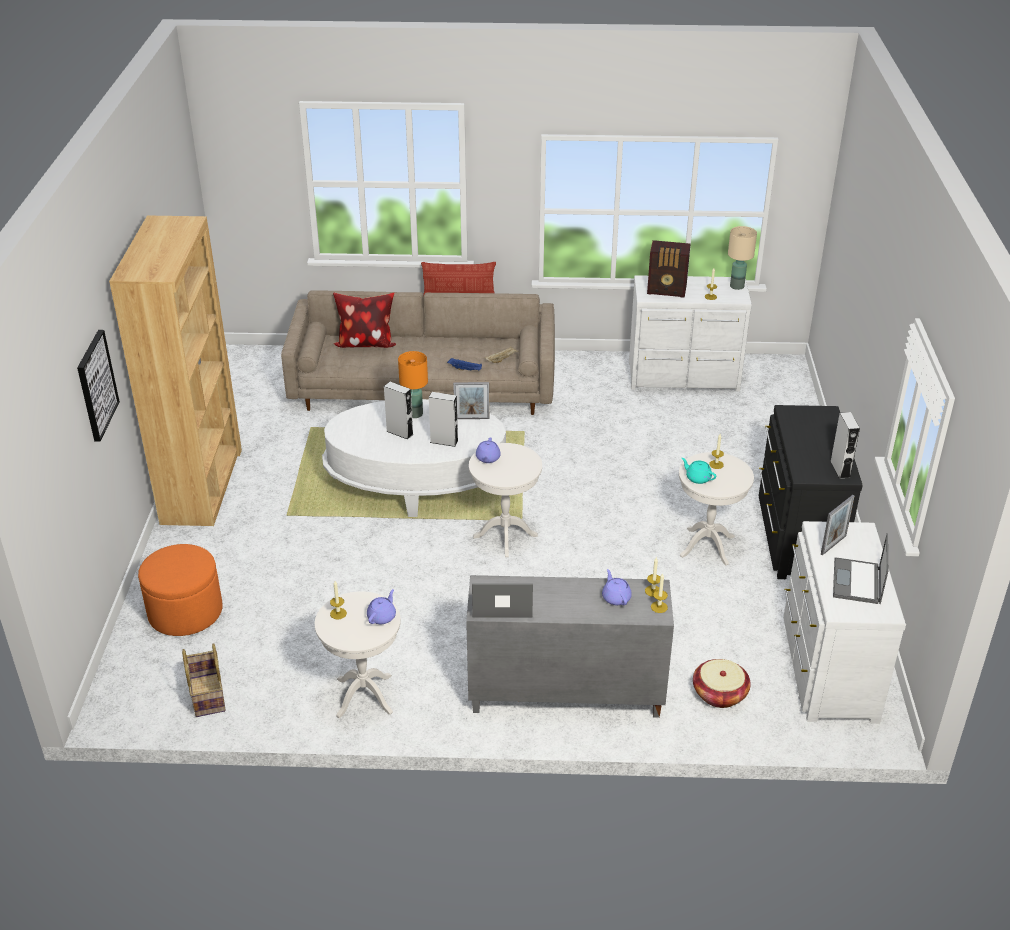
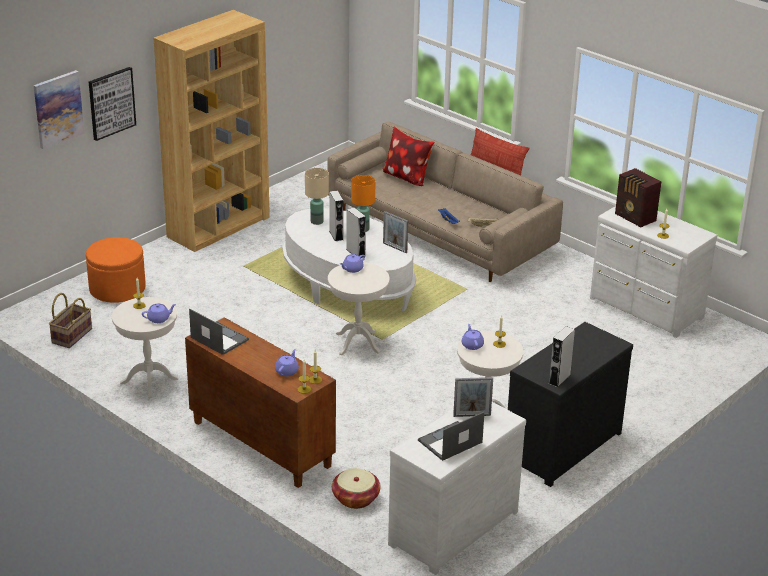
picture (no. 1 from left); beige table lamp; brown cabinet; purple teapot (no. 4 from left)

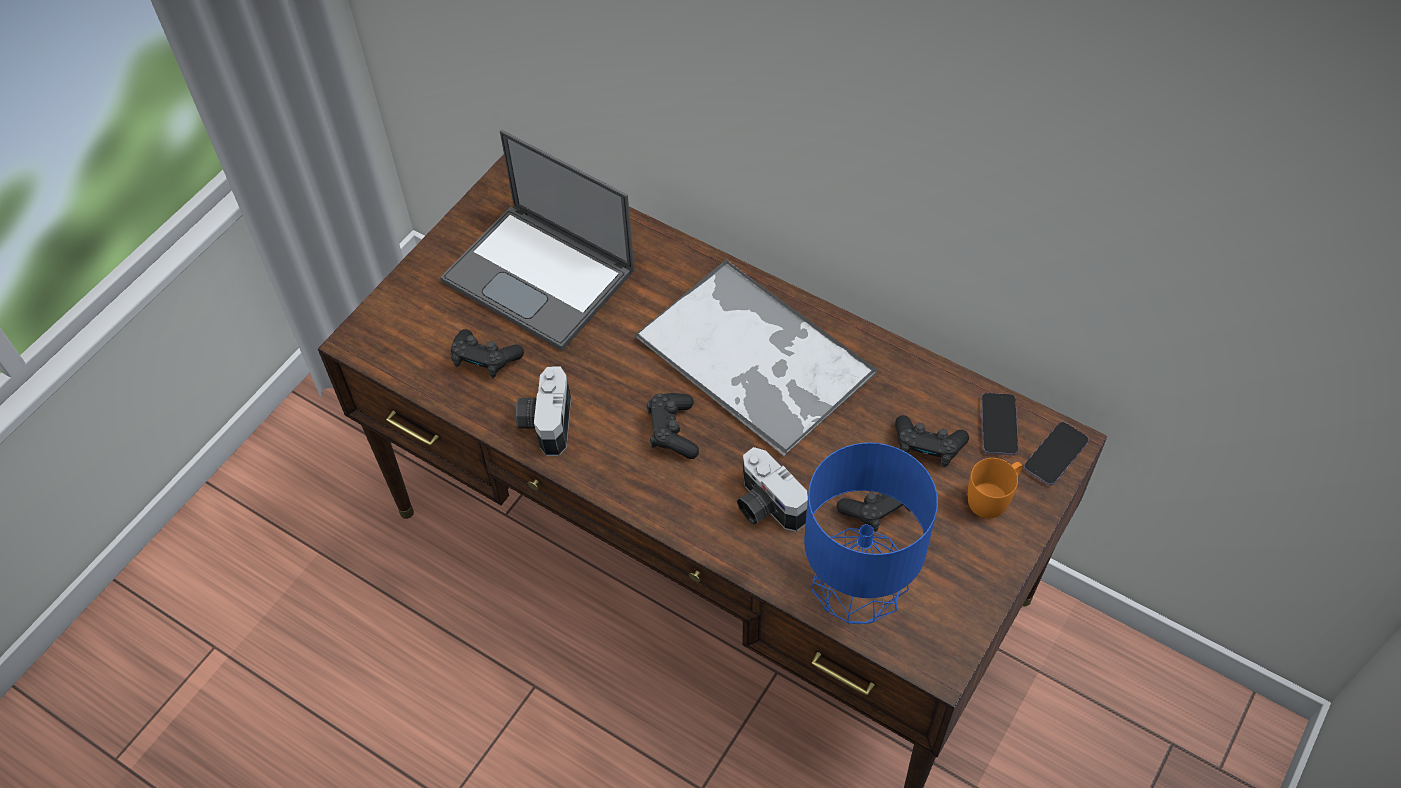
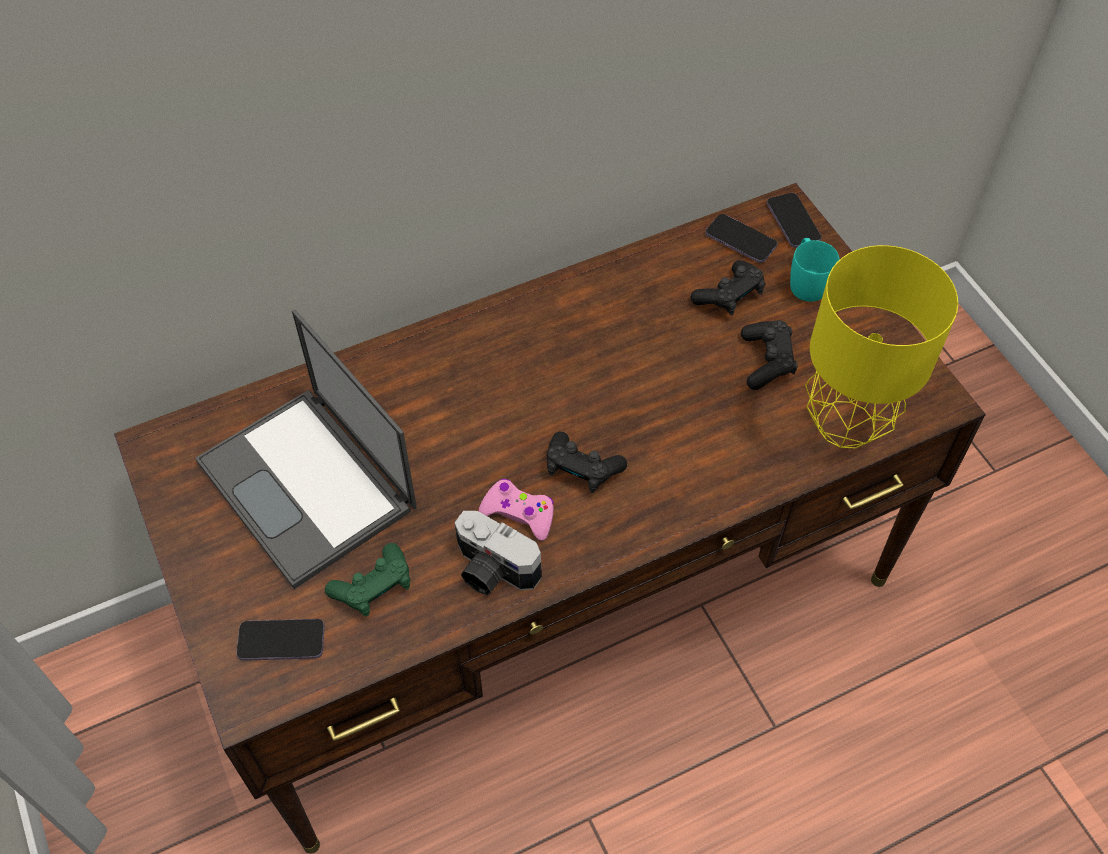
tray; photo camera (no. 2 from left in the first image); phone (no. 1 from left); pink game controller; green game controller; yellow table lamp; turquoise mug; laptop

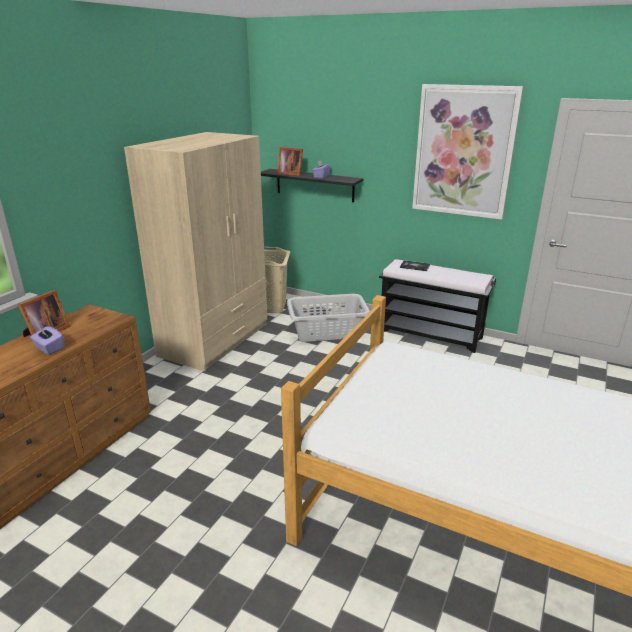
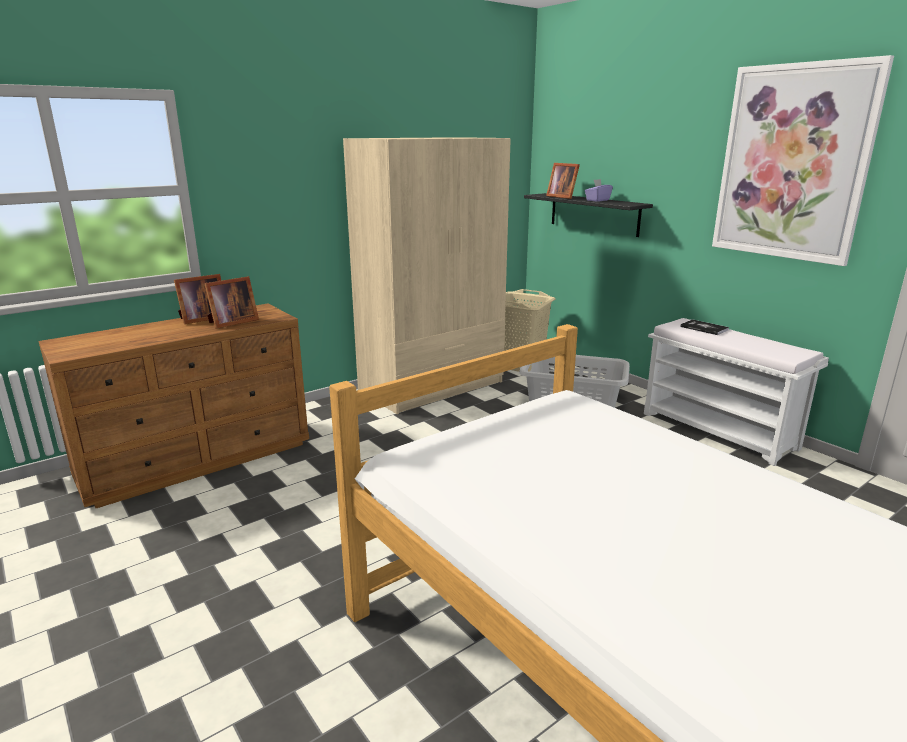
purple tissue box (no. 1 from left in the first image); picture frame (no. 2 from left); white bench

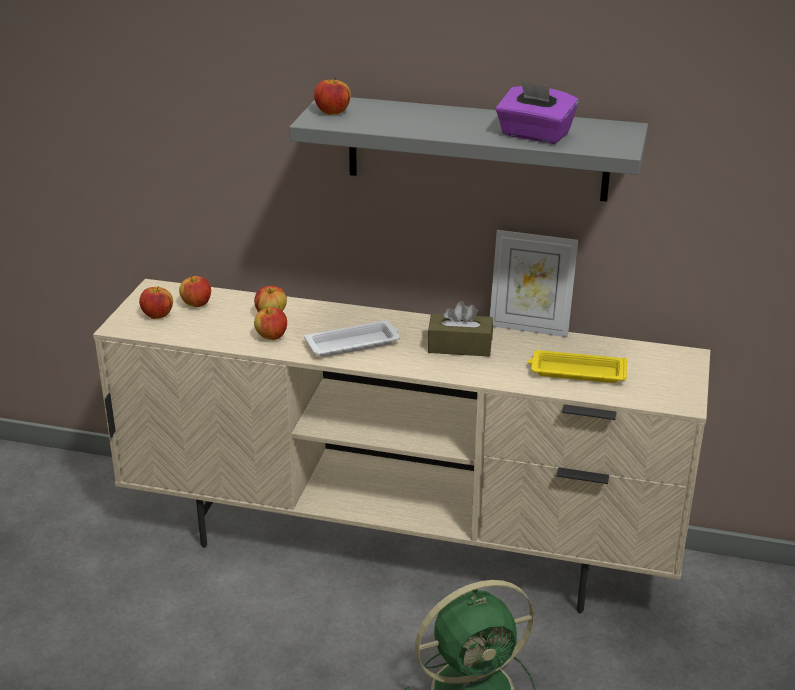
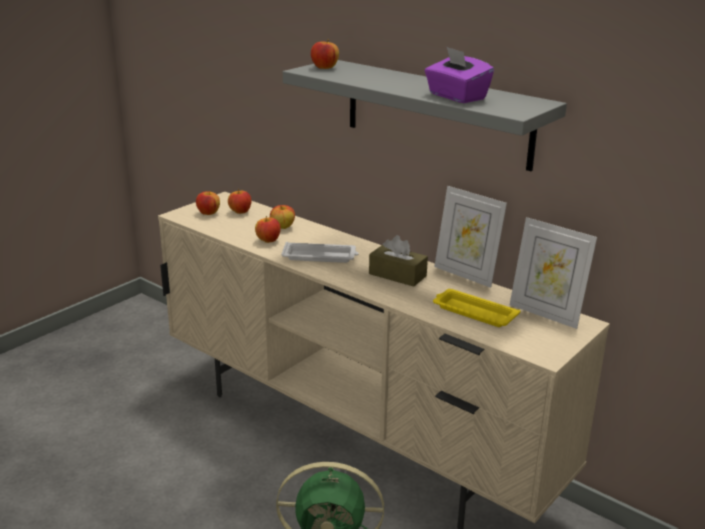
picture frame (no. 2 from left)

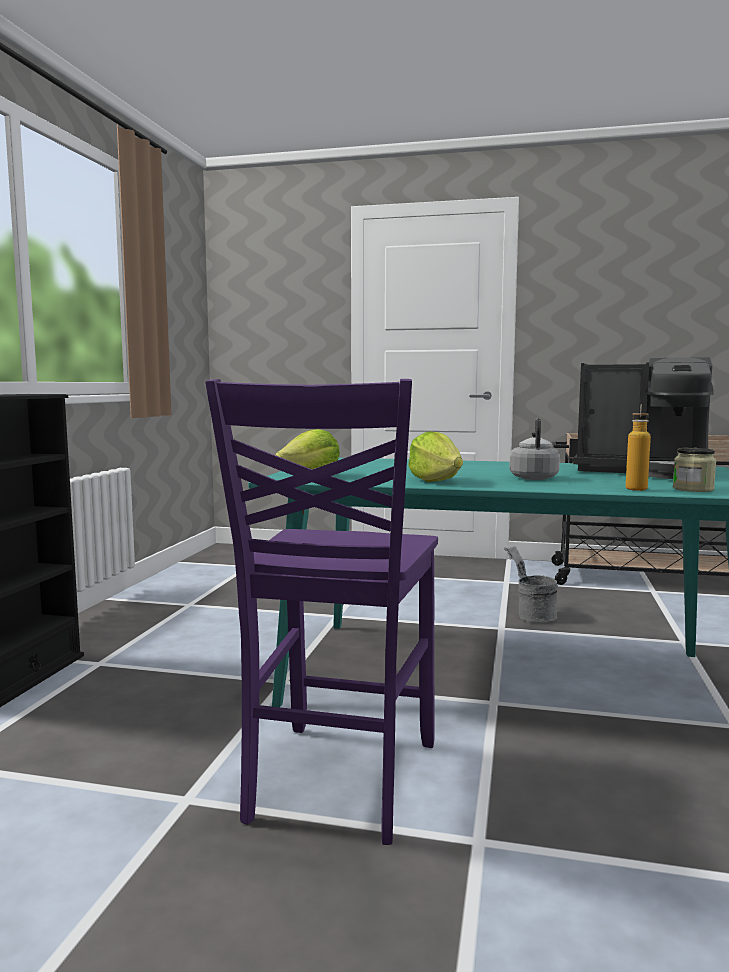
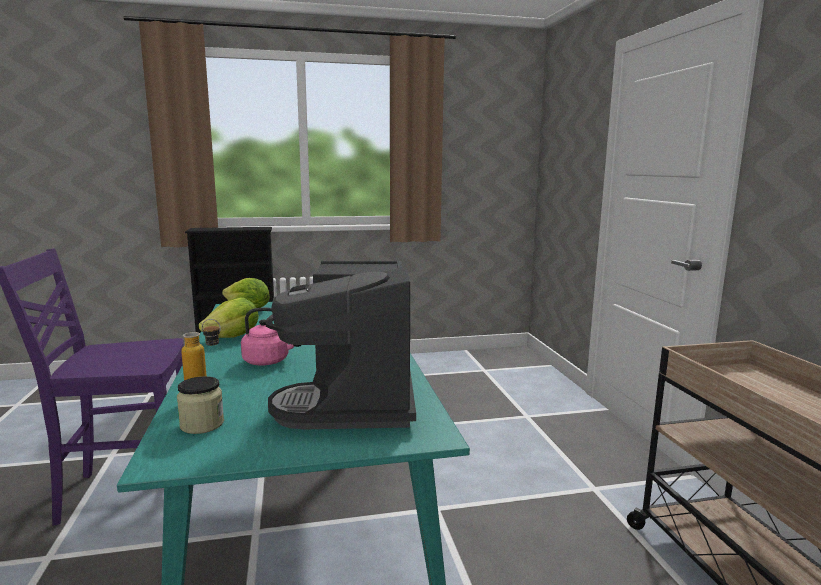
grey bucket; pink kettle

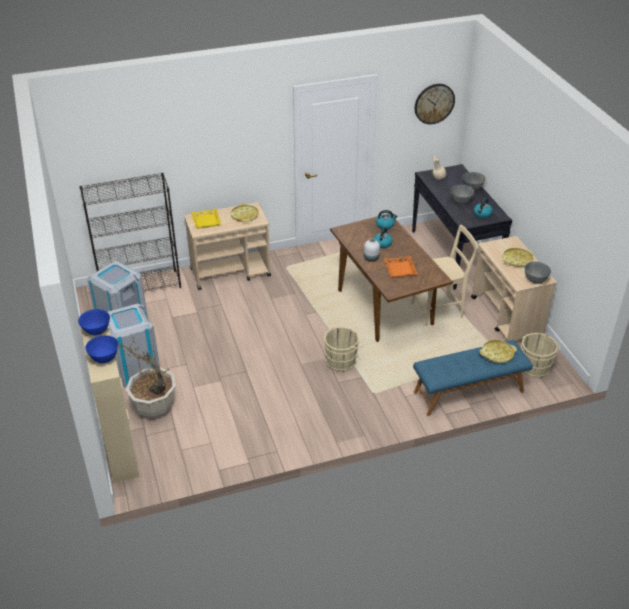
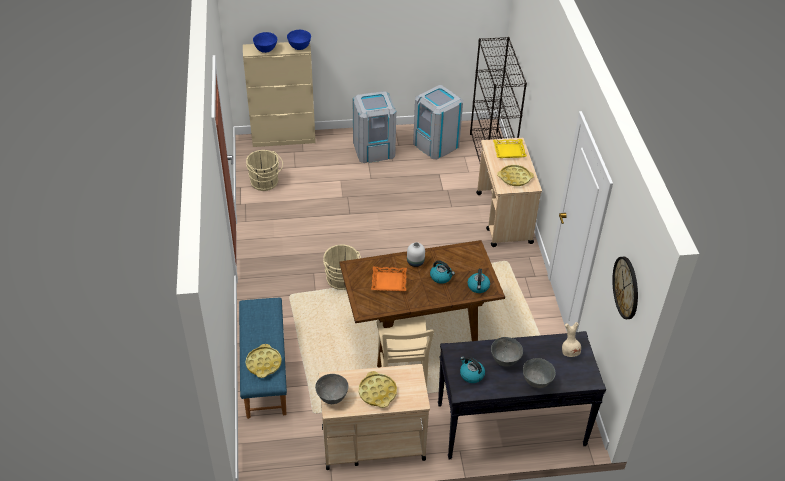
potted plant; beige bucket (no. 1 from left)

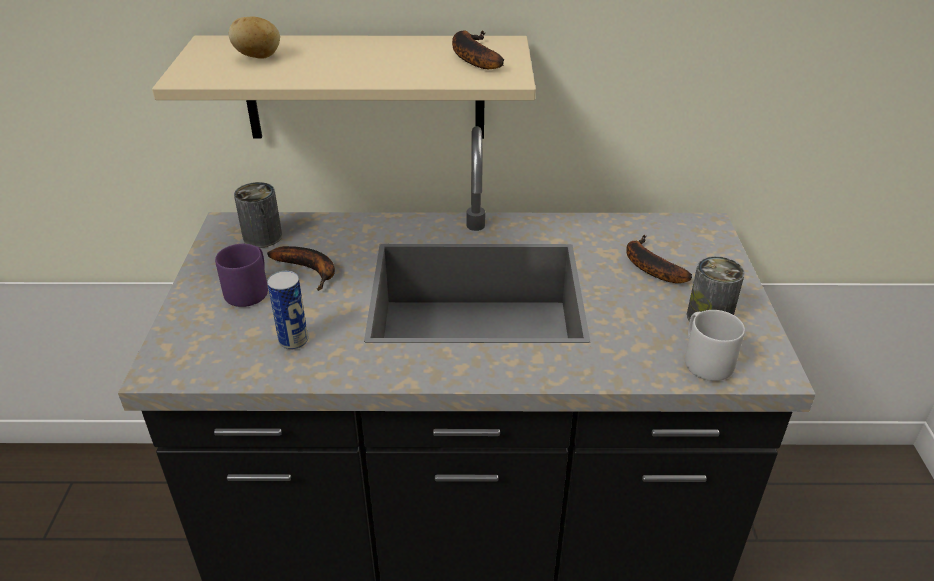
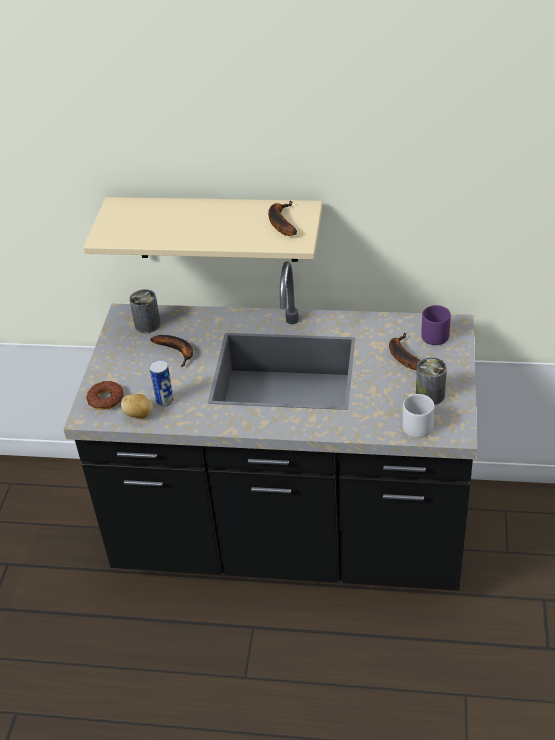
donut; purple mug; potato

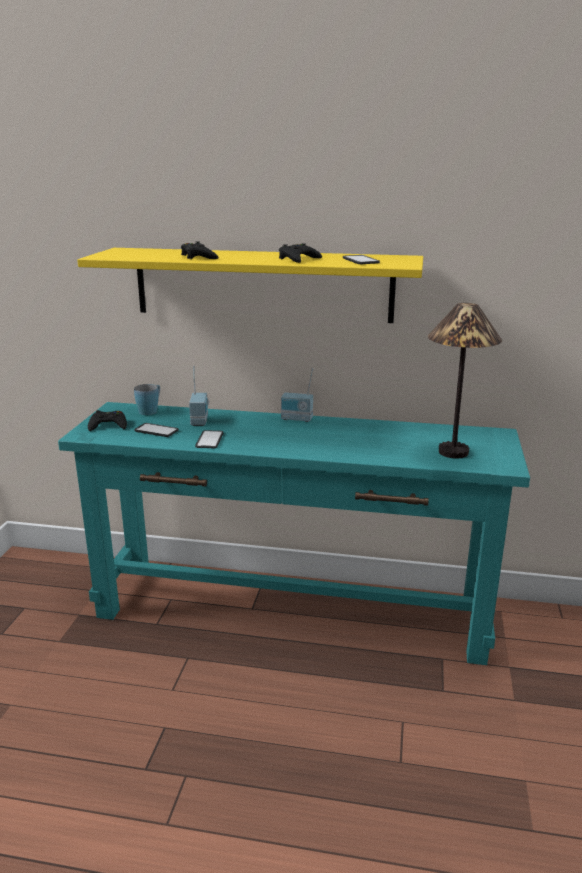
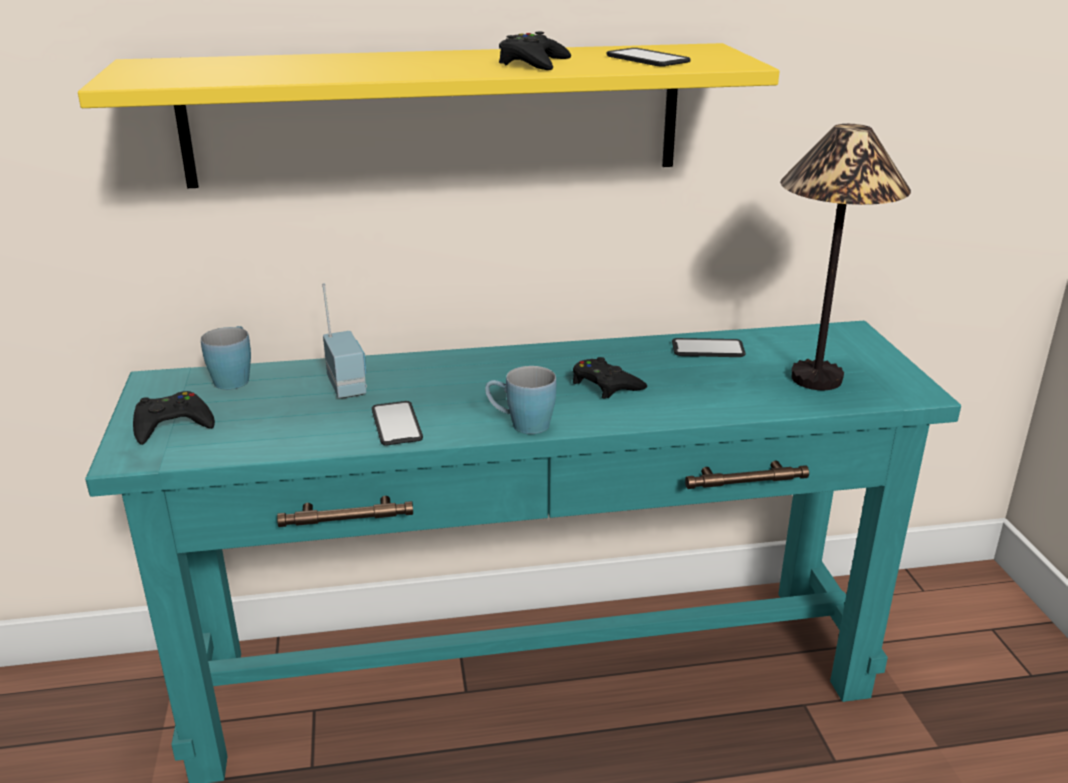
radio (no. 2 from left in the first image); blue mug (no. 2 from left); phone (no. 3 from left); black game controller (no. 3 from left)

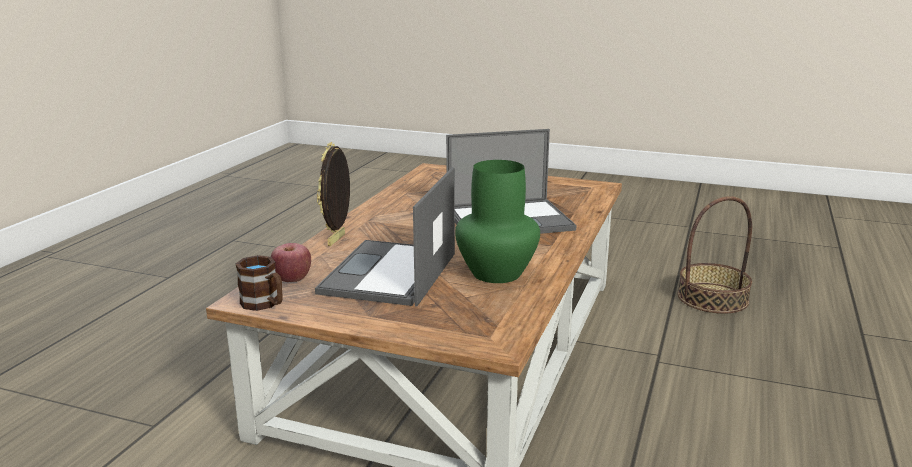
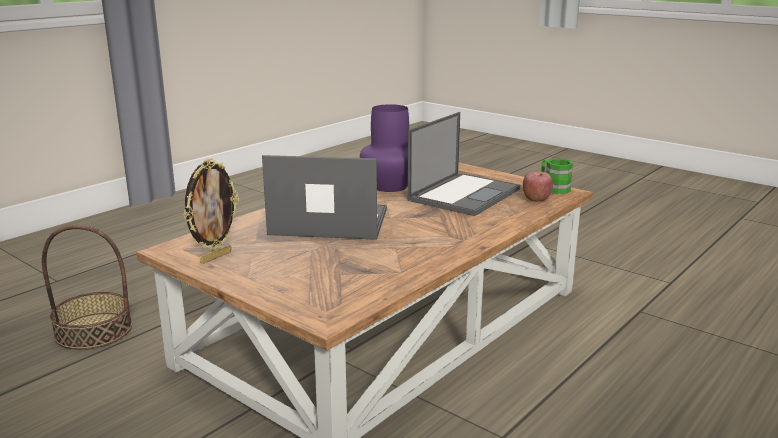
picture frame; green mug; purple vase

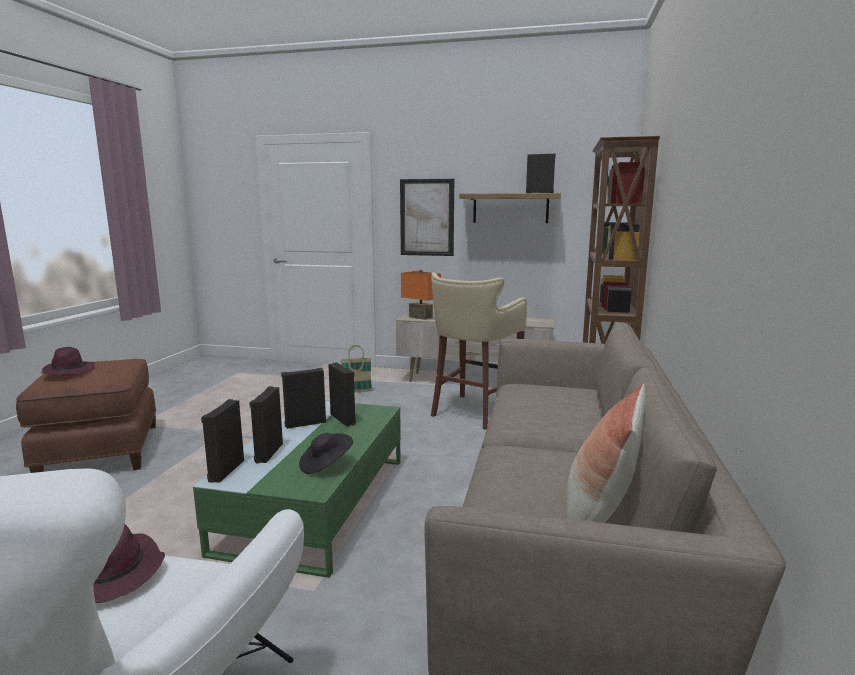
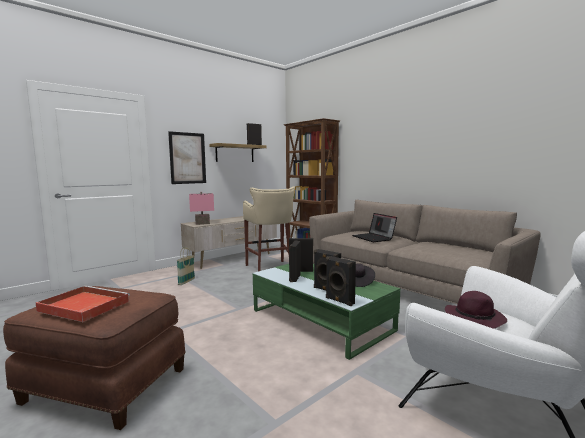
pillow; laptop; red tray; pink table lamp

